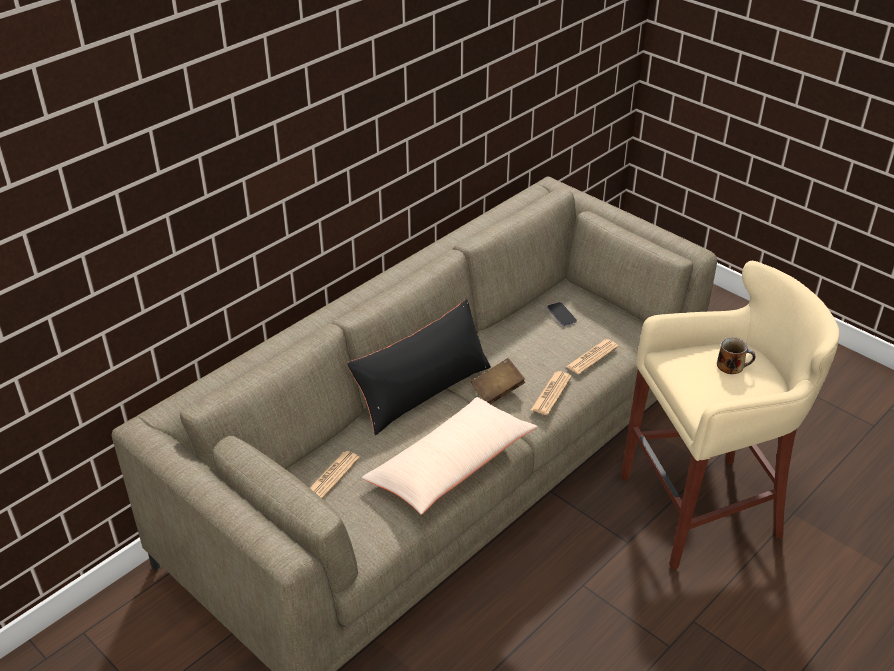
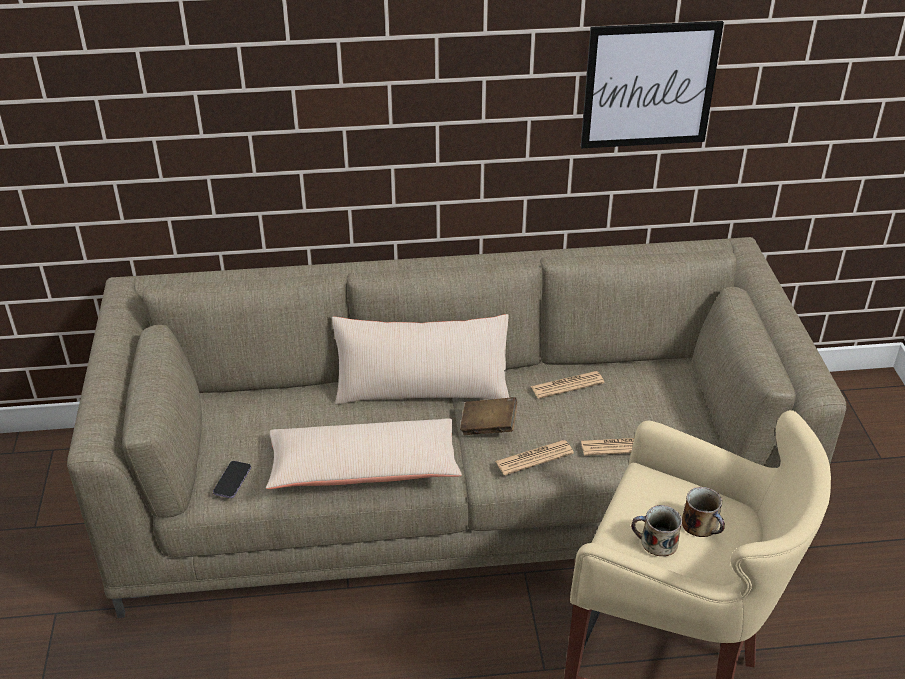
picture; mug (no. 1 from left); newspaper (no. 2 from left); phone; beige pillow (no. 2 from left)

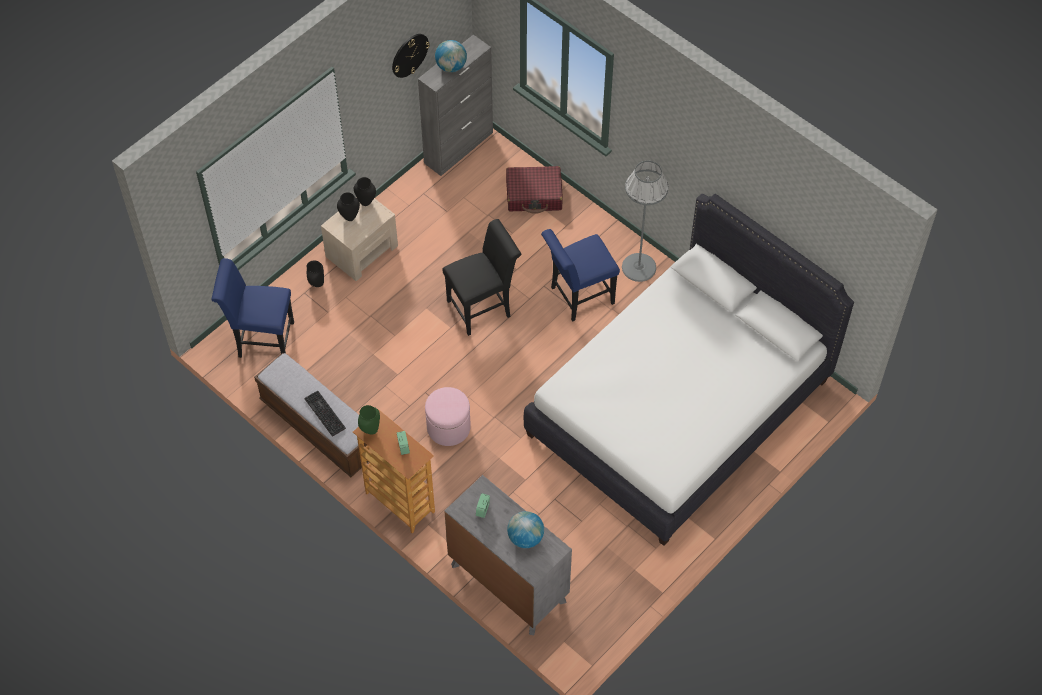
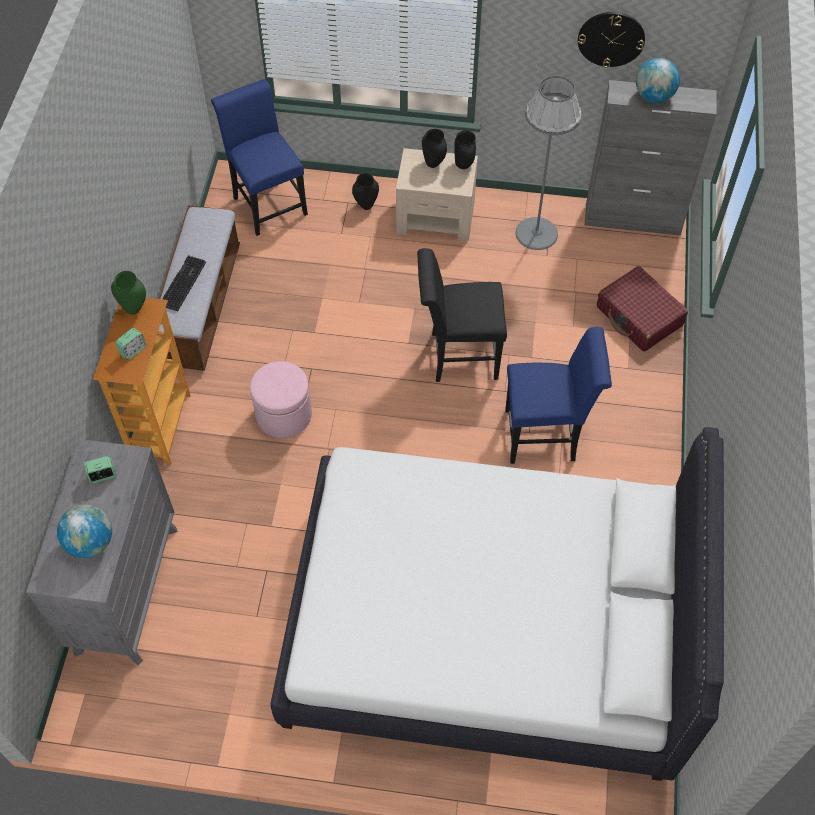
grey floor lamp; black chair; blue chair (no. 2 from left)

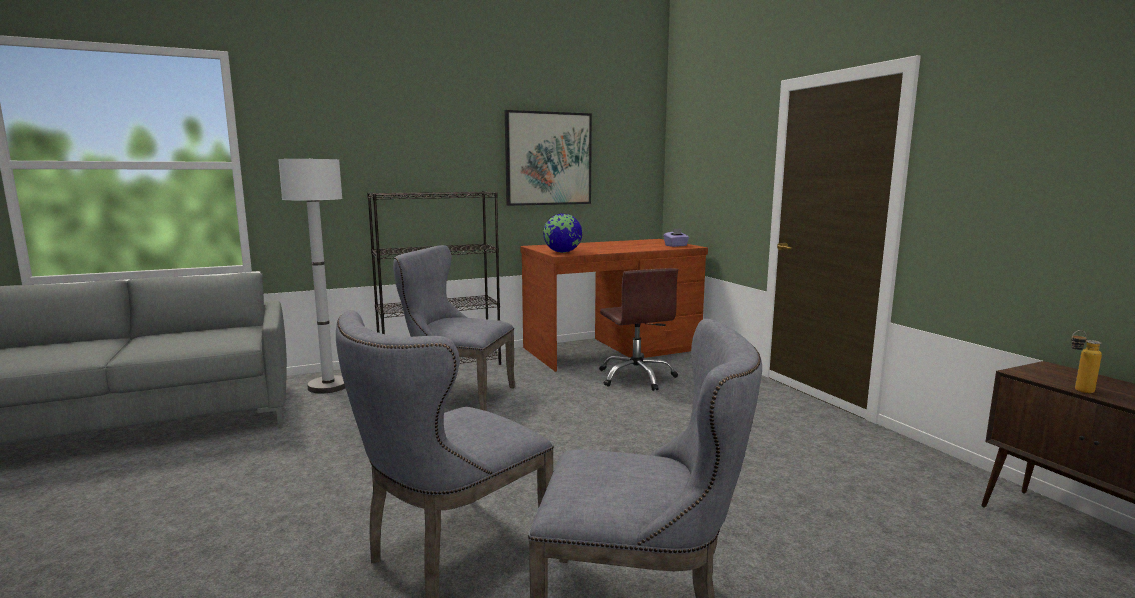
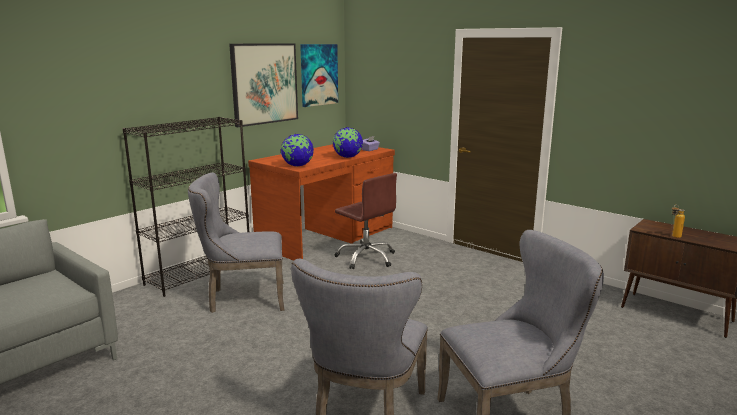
white floor lamp; picture (no. 2 from left); globe (no. 2 from left)

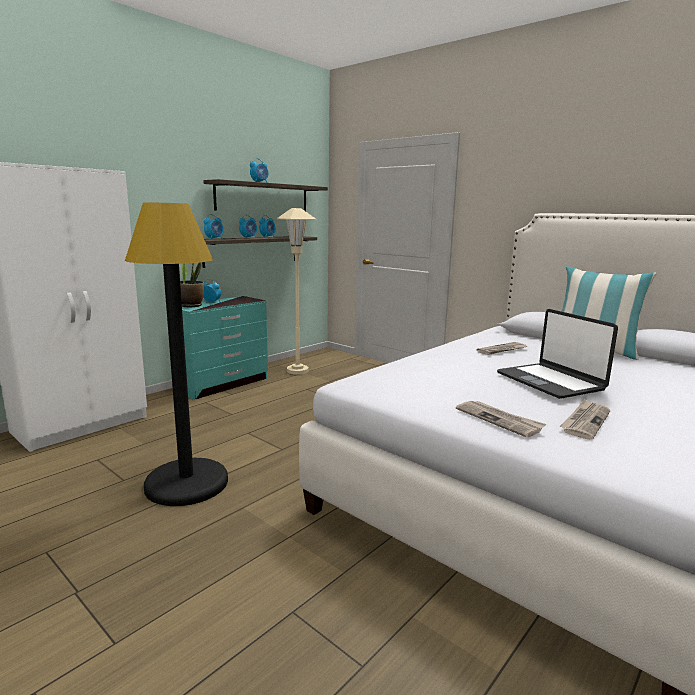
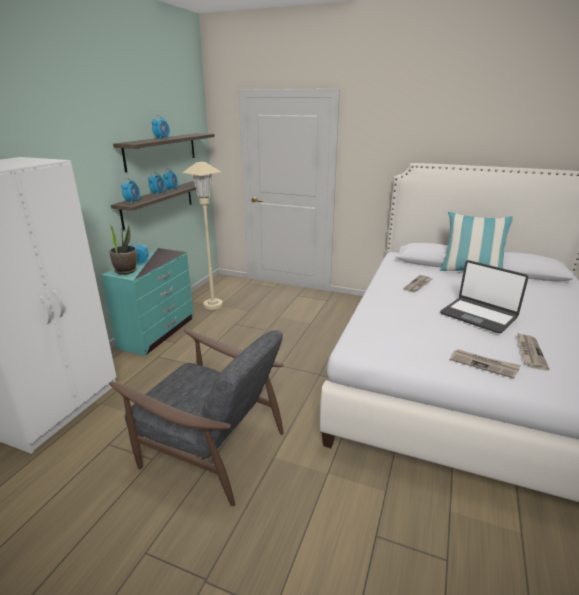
grey armchair

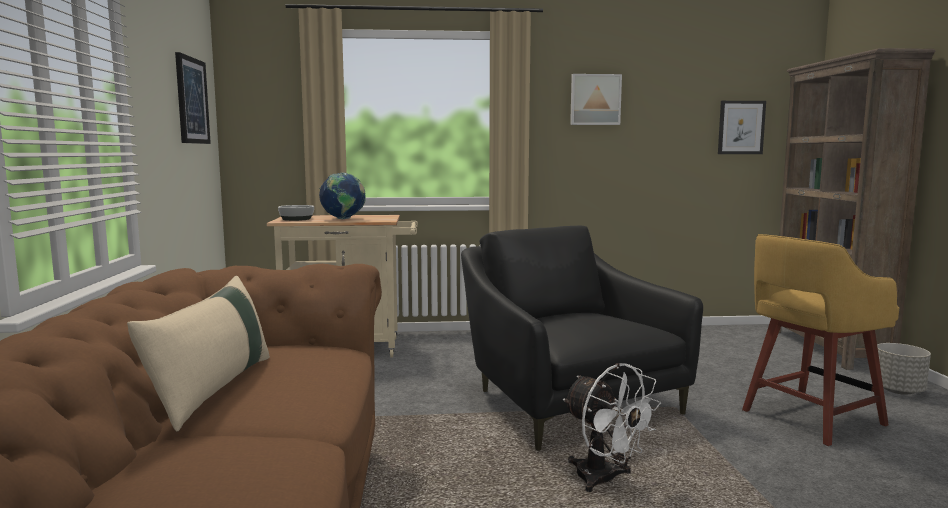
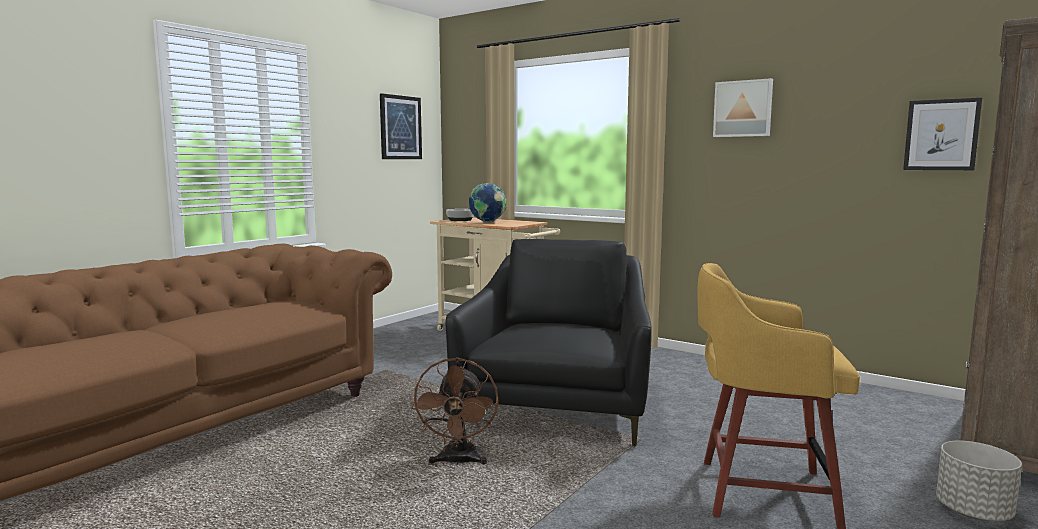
beige pillow; brown fan

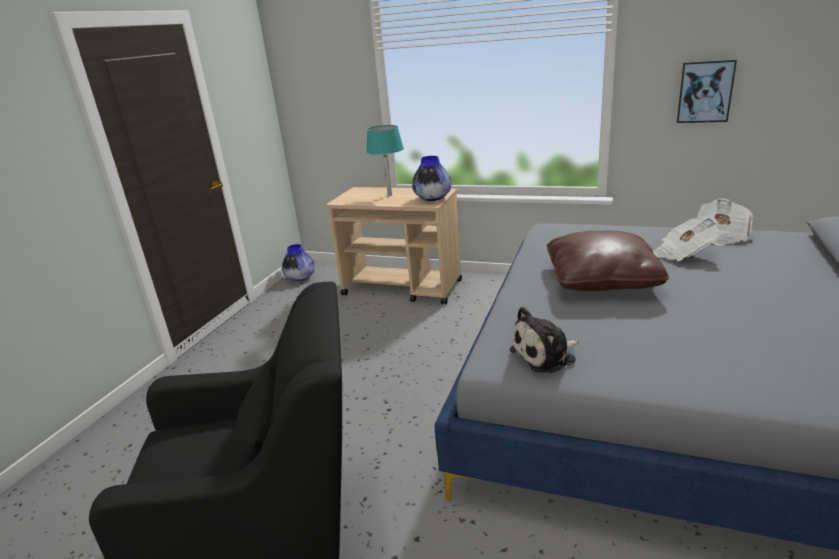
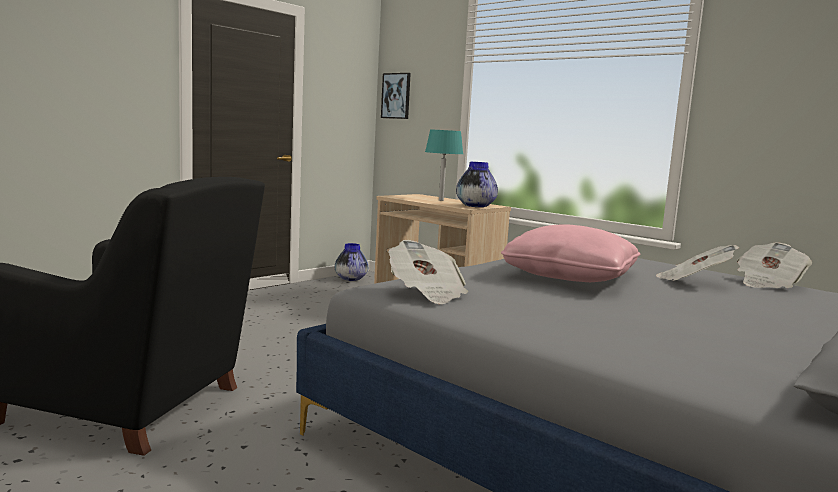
picture; newspaper (no. 1 from left); pink pillow

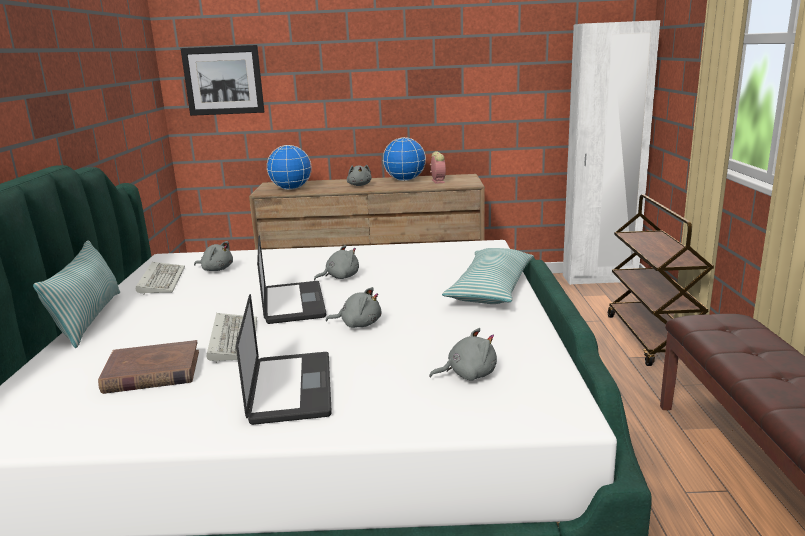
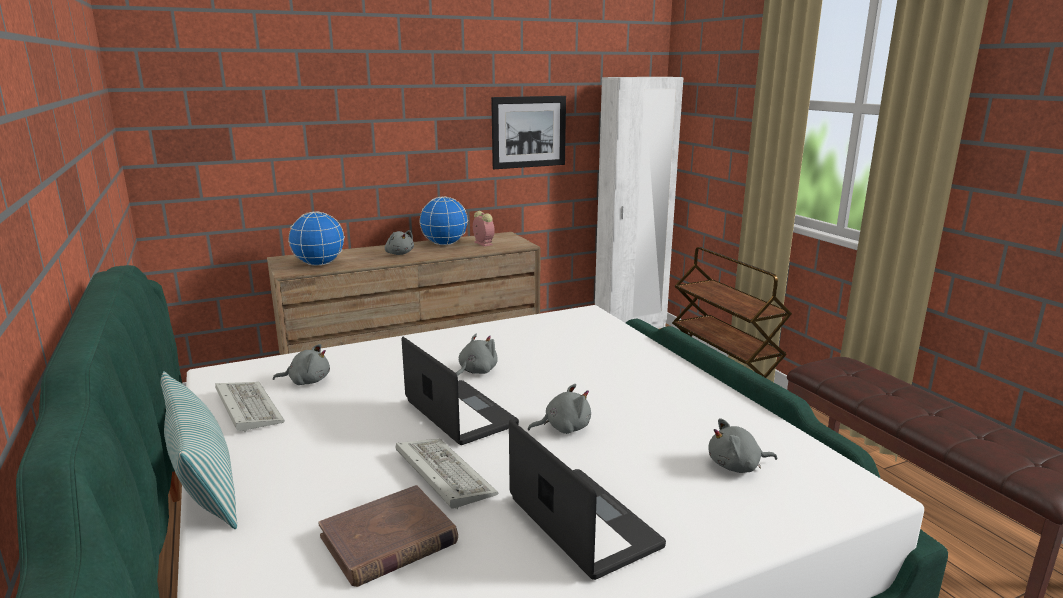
pillow (no. 2 from left in the first image); picture; grey plush toy (no. 5 from left)

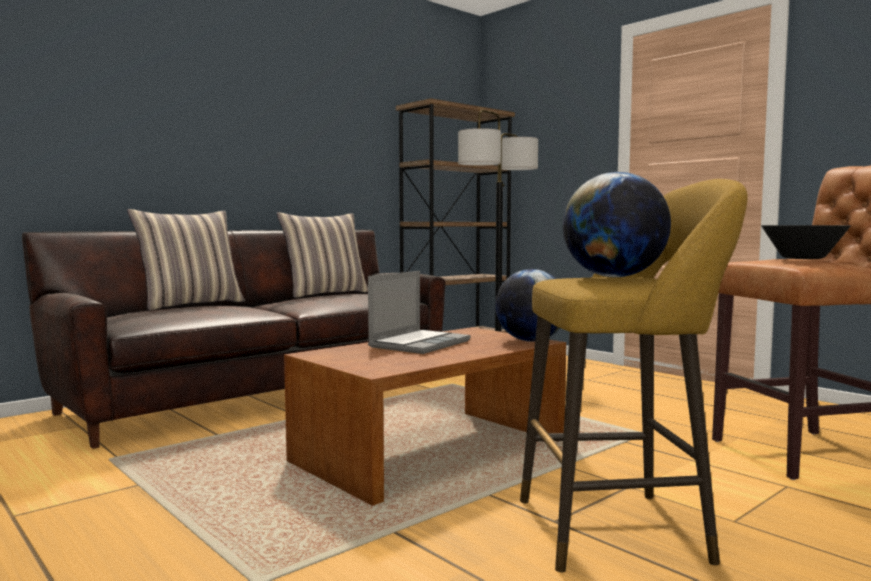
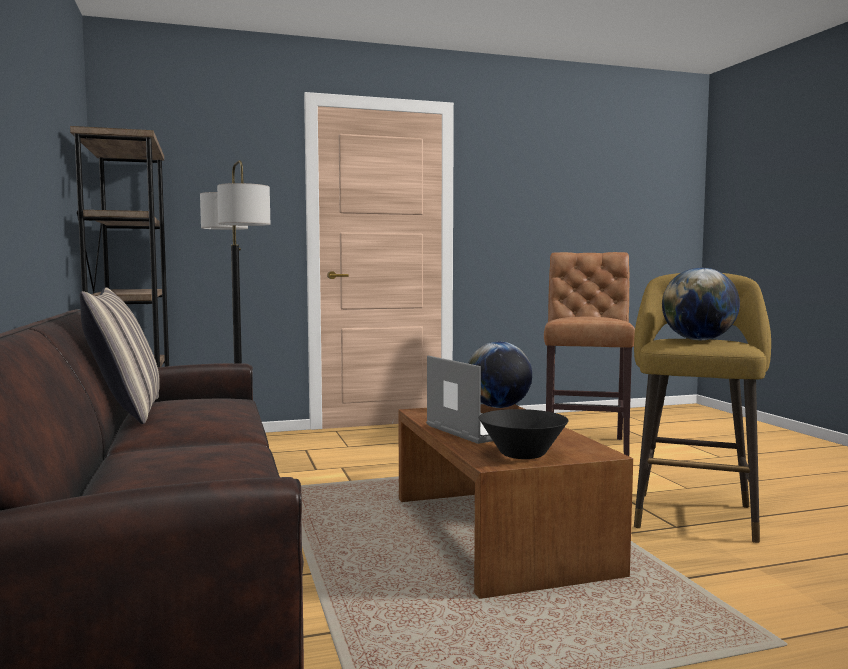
pillow (no. 1 from left in the first image); black bowl

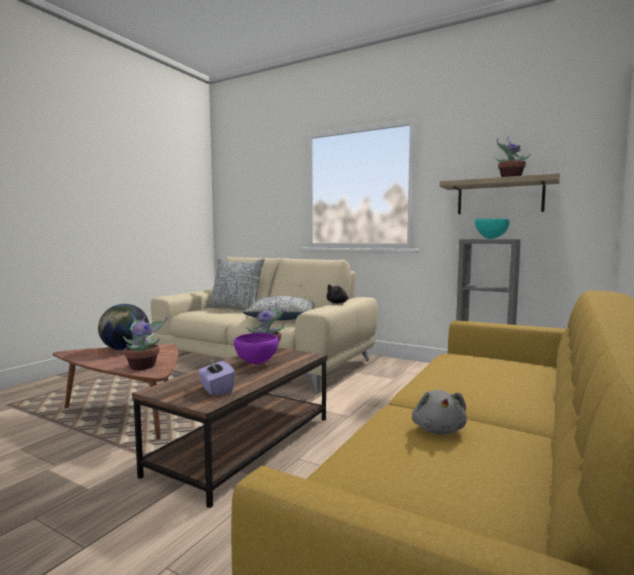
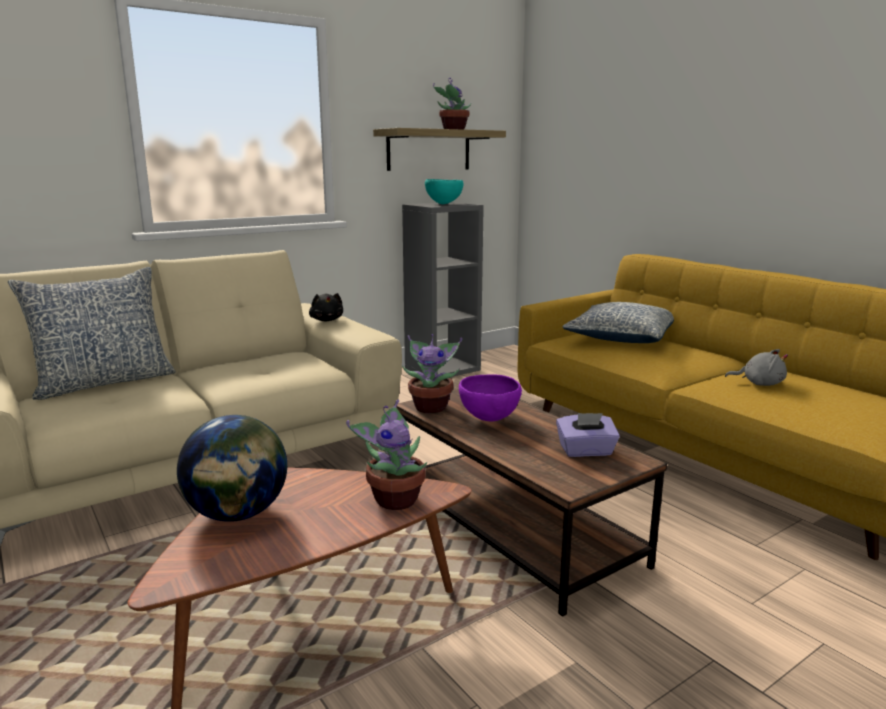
pillow (no. 2 from left)

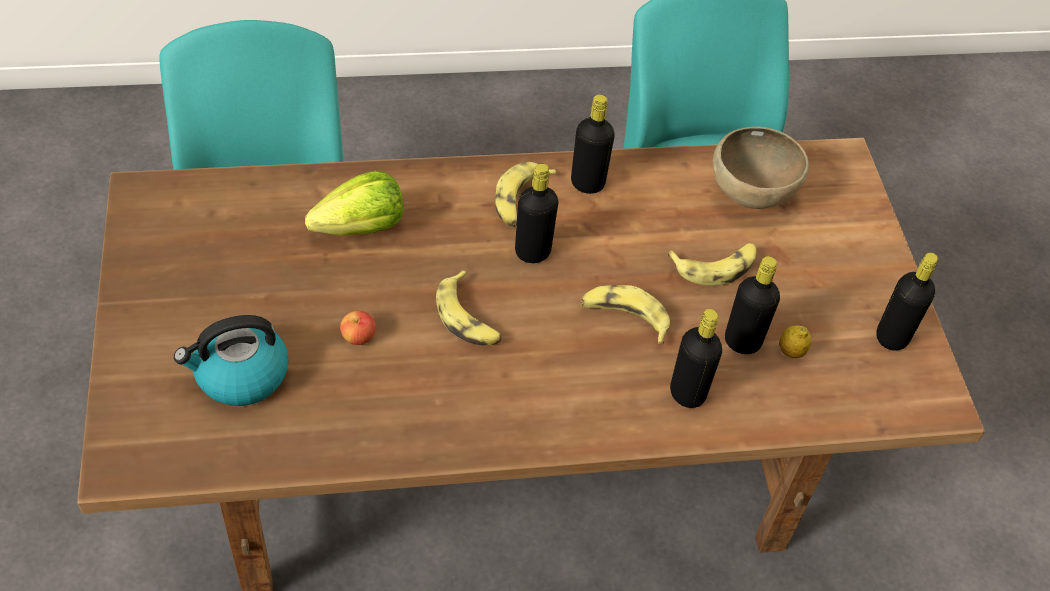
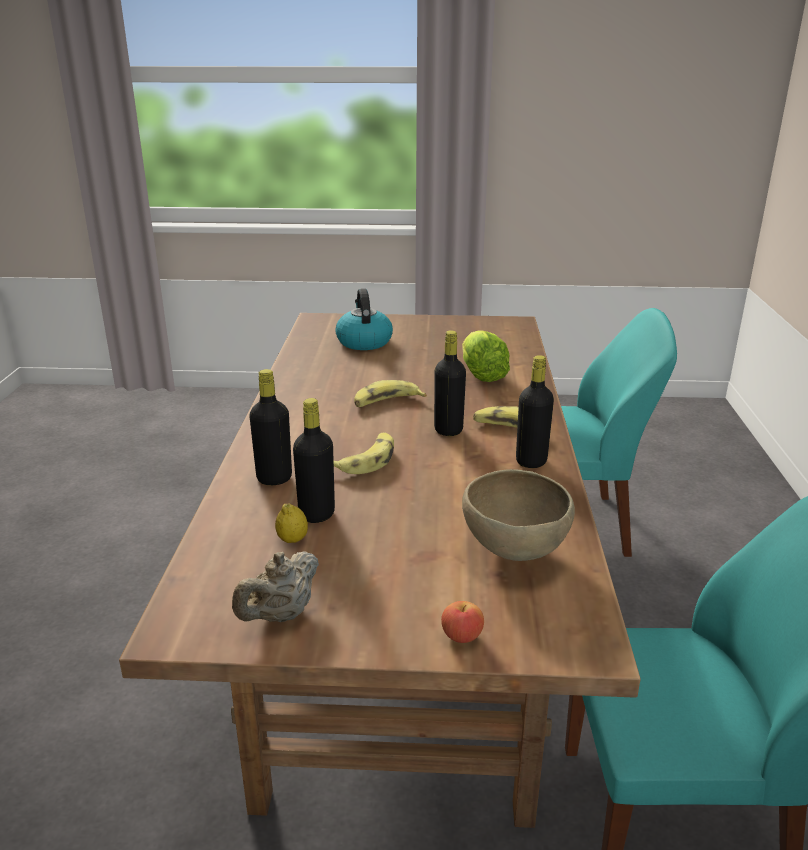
banana (no. 4 from left in the first image); apple; beige teapot

